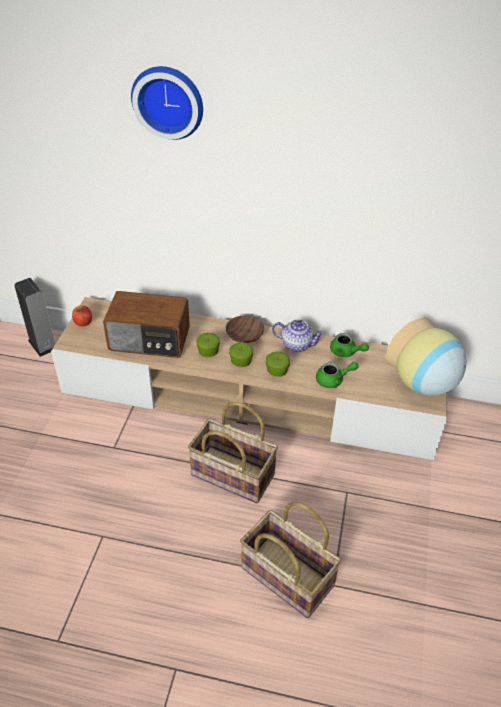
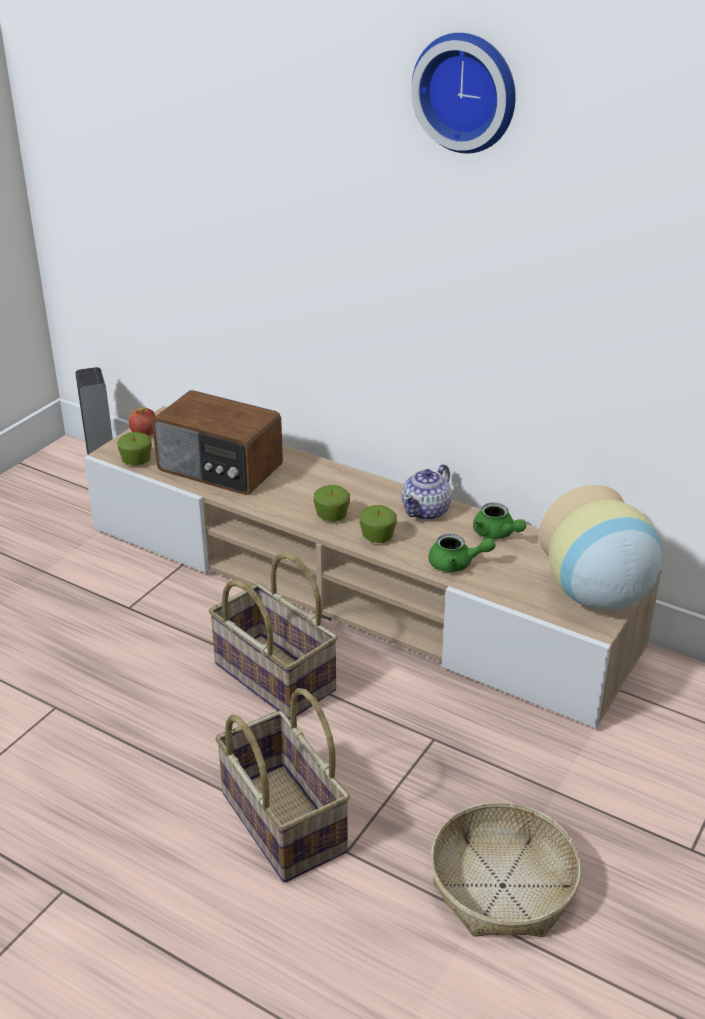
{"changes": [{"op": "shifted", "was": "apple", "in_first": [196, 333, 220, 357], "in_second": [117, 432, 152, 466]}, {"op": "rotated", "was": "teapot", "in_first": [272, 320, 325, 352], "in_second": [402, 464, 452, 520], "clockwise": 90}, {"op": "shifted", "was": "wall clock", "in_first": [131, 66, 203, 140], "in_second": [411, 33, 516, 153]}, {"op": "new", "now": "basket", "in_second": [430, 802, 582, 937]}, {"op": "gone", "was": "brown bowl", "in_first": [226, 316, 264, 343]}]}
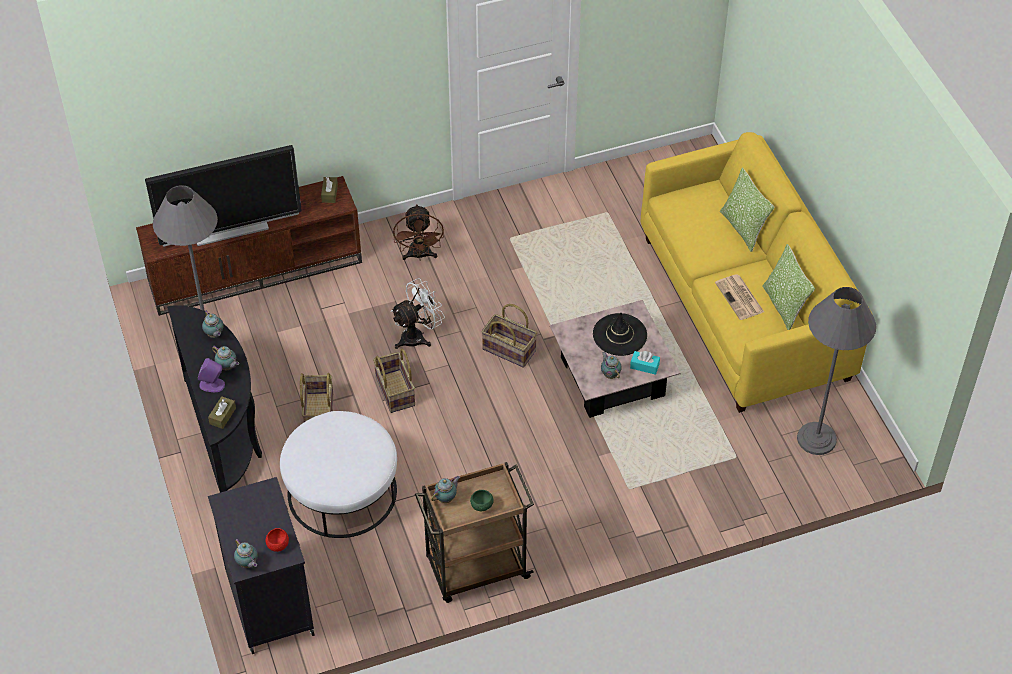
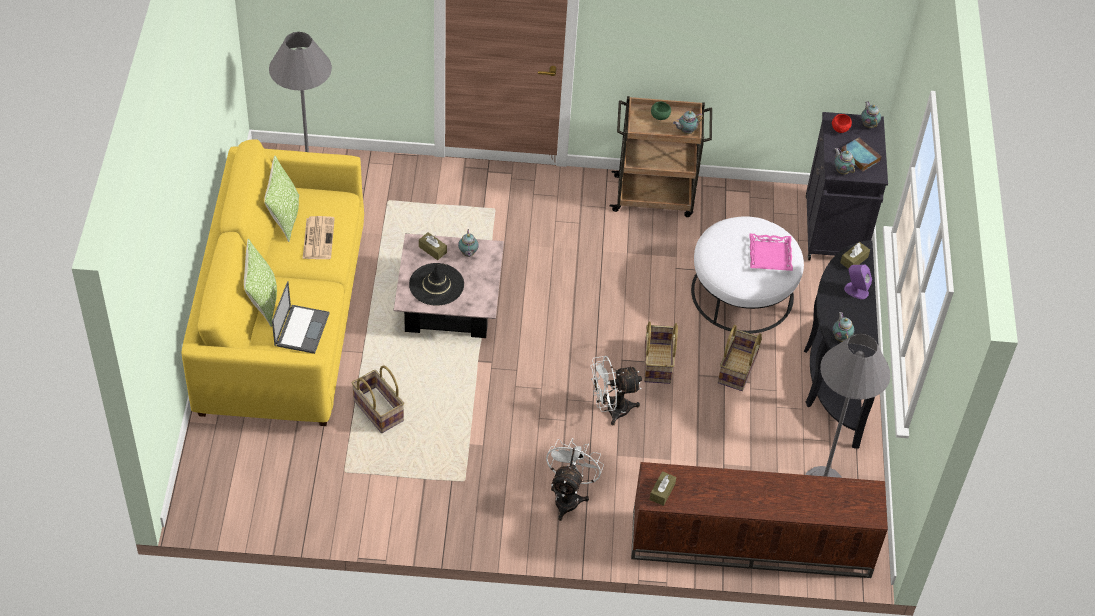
{"changes": [{"op": "new", "now": "laptop", "in_second": [272, 281, 330, 354]}, {"op": "shifted", "was": "basket", "in_first": [481, 304, 537, 368], "in_second": [352, 365, 404, 433]}, {"op": "repainted", "was": "turquoise tissue box", "now": "brown tissue box", "in_first": [630, 351, 660, 375], "in_second": [419, 232, 447, 260]}, {"op": "repainted", "was": "brown fan", "now": "white fan", "in_first": [393, 204, 444, 261], "in_second": [546, 438, 604, 521]}, {"op": "new", "now": "pink tray", "in_second": [749, 233, 793, 271]}, {"op": "shifted", "was": "teapot", "in_first": [212, 345, 239, 370], "in_second": [834, 148, 855, 174]}, {"op": "new", "now": "book", "in_second": [840, 137, 882, 171]}, {"op": "gone", "was": "television", "in_first": [145, 145, 302, 246]}]}
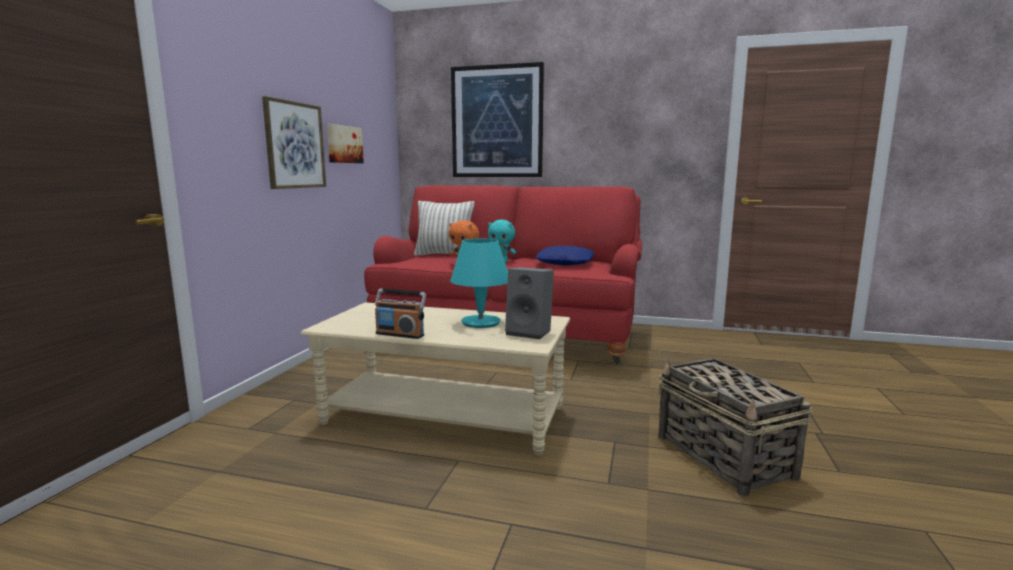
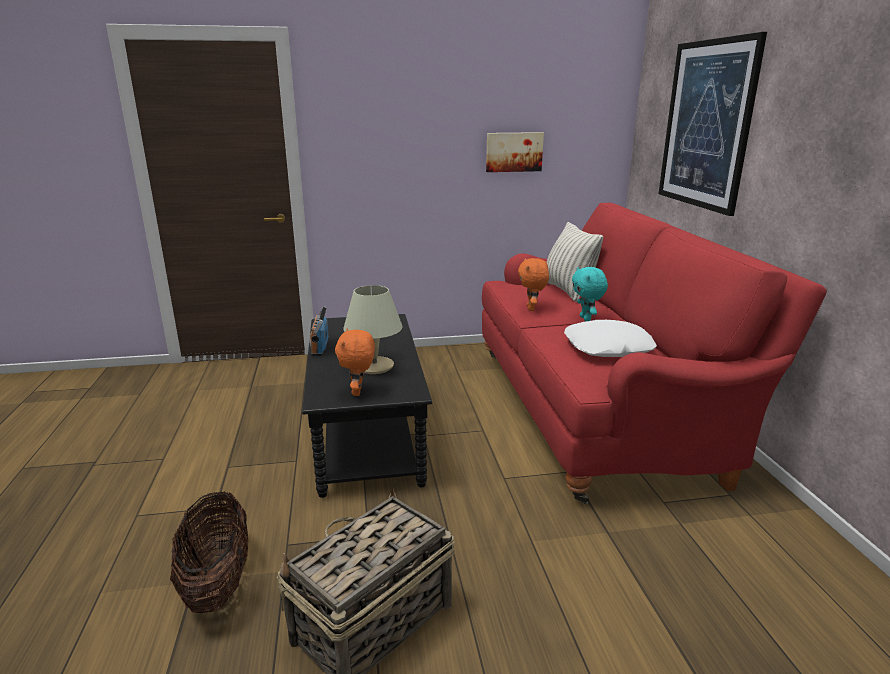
{"changes": [{"op": "new", "now": "basket", "in_second": [170, 491, 248, 613]}, {"op": "repainted", "was": "beige coffee table", "now": "black coffee table", "in_first": [301, 303, 570, 456], "in_second": [302, 314, 432, 498]}, {"op": "swapped", "was": "grey speaker", "now": "orange plush toy", "in_first": [505, 267, 554, 339], "in_second": [335, 328, 375, 396]}, {"op": "repainted", "was": "turquoise table lamp", "now": "beige table lamp", "in_first": [450, 239, 508, 328], "in_second": [343, 285, 403, 374]}, {"op": "repainted", "was": "blue pillow", "now": "white pillow", "in_first": [536, 245, 594, 266], "in_second": [564, 320, 657, 357]}, {"op": "gone", "was": "picture", "in_first": [262, 96, 326, 189]}]}
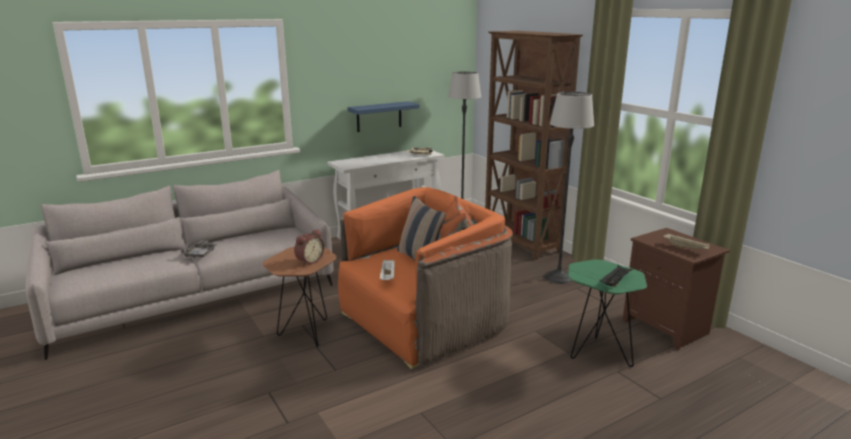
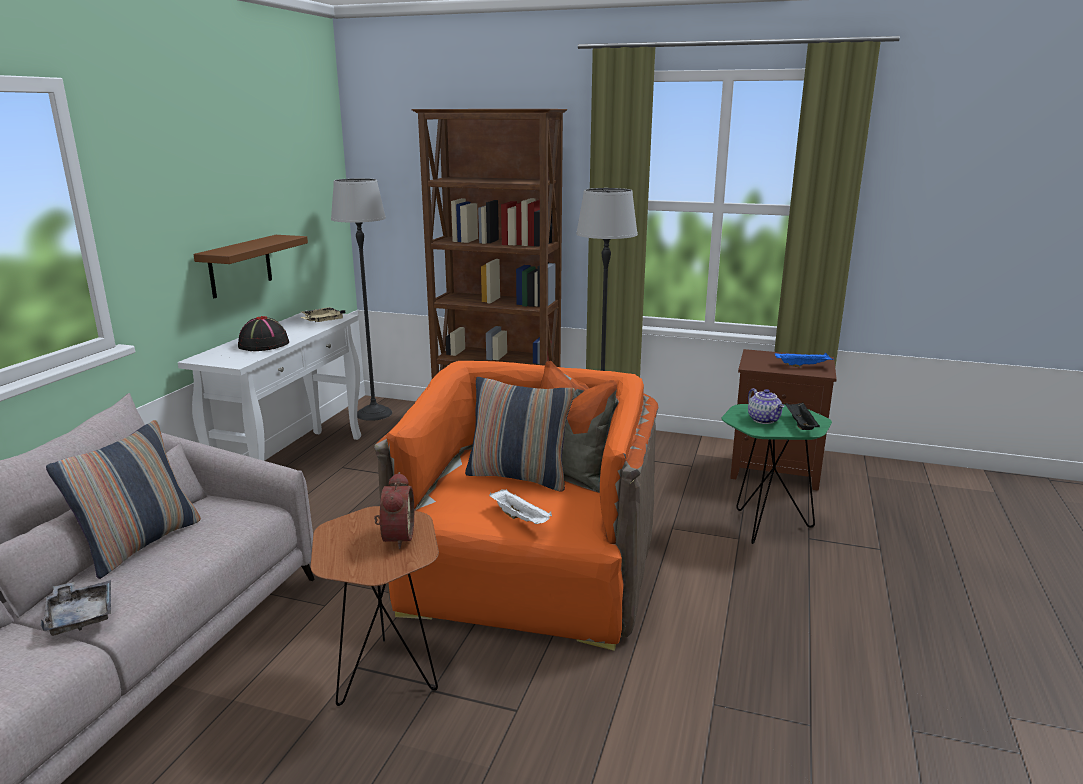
{"changes": [{"op": "new", "now": "pillow", "in_second": [46, 420, 201, 579]}, {"op": "repainted", "was": "blue shelf", "now": "brown shelf", "in_first": [348, 101, 420, 132], "in_second": [193, 235, 308, 298]}, {"op": "new", "now": "black hat", "in_second": [238, 316, 289, 351]}, {"op": "new", "now": "teapot", "in_second": [748, 388, 785, 424]}, {"op": "repainted", "was": "beige tray", "now": "blue tray", "in_first": [663, 234, 710, 249], "in_second": [775, 352, 834, 367]}]}
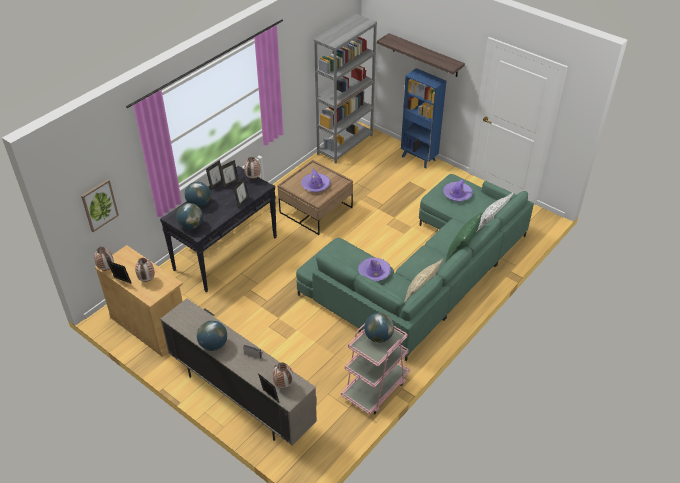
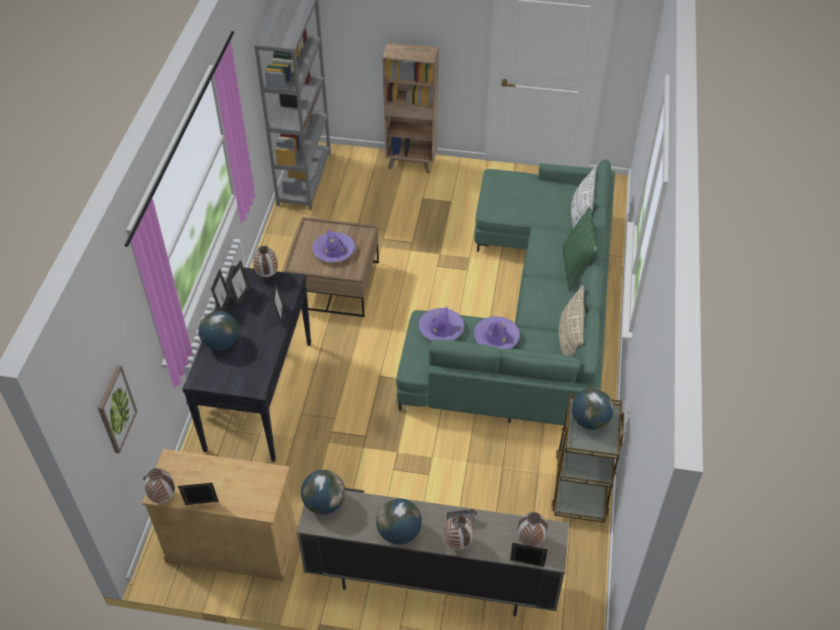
{"changes": [{"op": "shifted", "was": "globe", "in_first": [176, 203, 203, 229], "in_second": [301, 470, 345, 515]}, {"op": "repainted", "was": "blue bookcase", "now": "brown bookcase", "in_first": [401, 68, 446, 168], "in_second": [382, 42, 439, 173]}, {"op": "shifted", "was": "purple hat", "in_first": [443, 179, 473, 201], "in_second": [418, 306, 464, 341]}, {"op": "shifted", "was": "vase", "in_first": [135, 258, 155, 282], "in_second": [444, 514, 474, 550]}, {"op": "repainted", "was": "pink cart", "now": "brown cart", "in_first": [341, 323, 410, 415], "in_second": [551, 394, 624, 523]}, {"op": "gone", "was": "shelf", "in_first": [377, 33, 465, 77]}]}
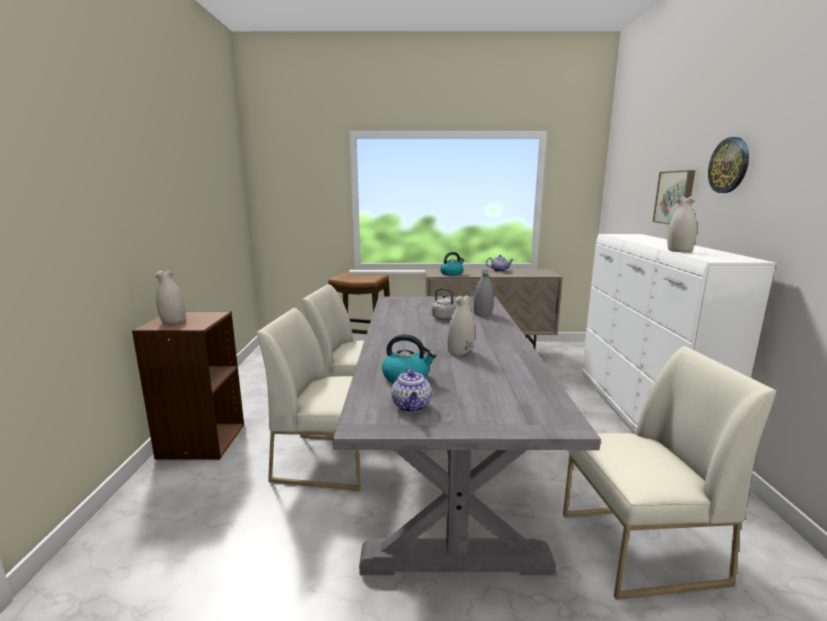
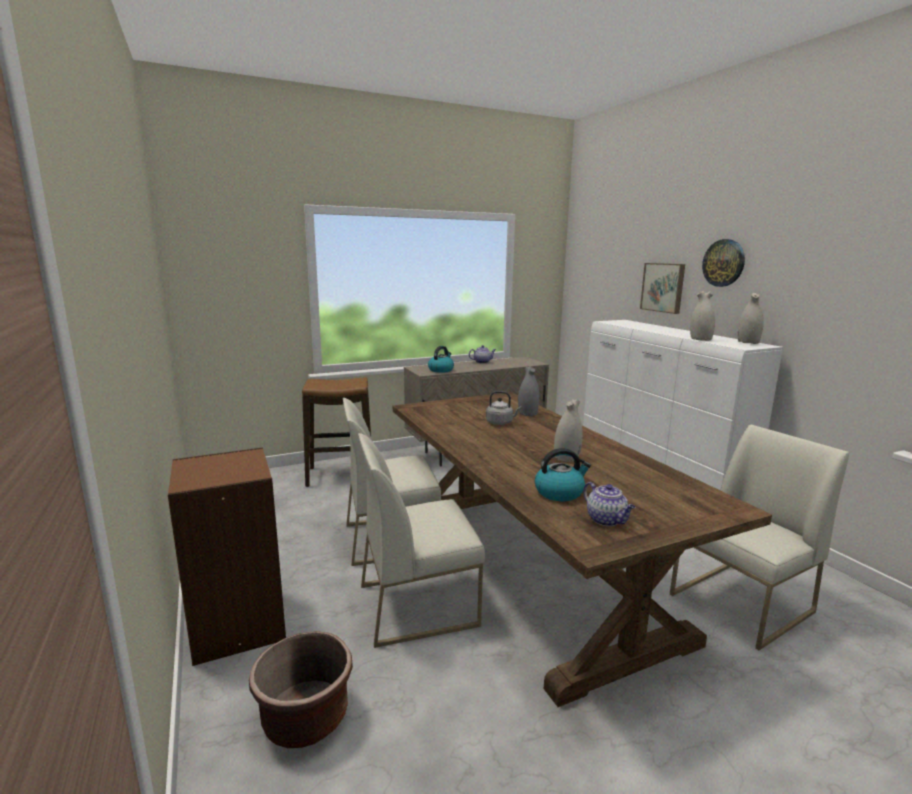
{"changes": [{"op": "new", "now": "brown planter", "in_second": [249, 631, 353, 748]}, {"op": "repainted", "was": "grey dining table", "now": "brown dining table", "in_first": [333, 296, 601, 575], "in_second": [393, 392, 772, 707]}, {"op": "shifted", "was": "white vase", "in_first": [155, 270, 186, 324], "in_second": [738, 293, 764, 344]}]}
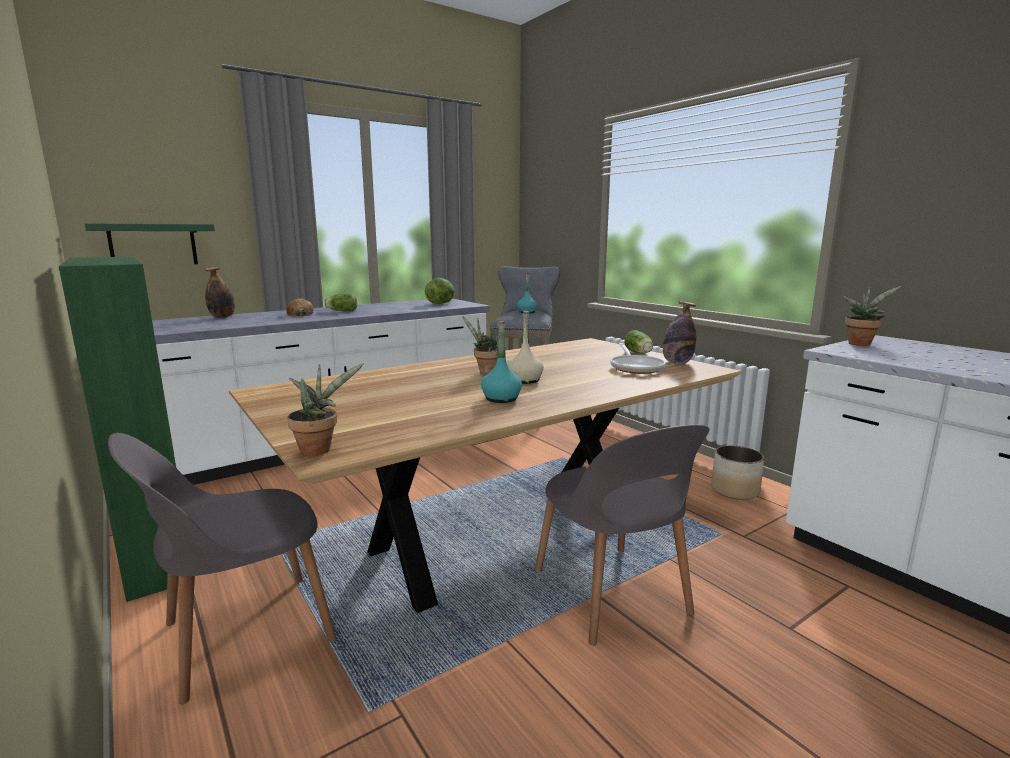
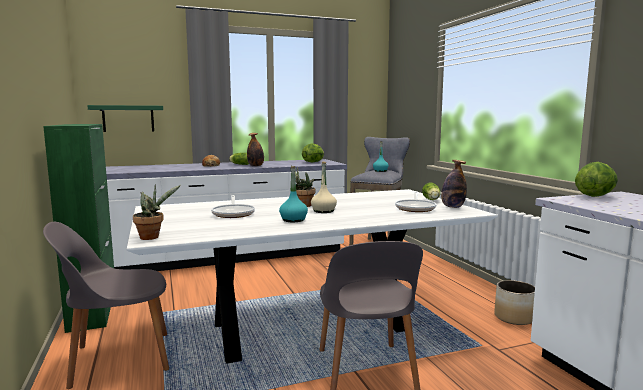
{"changes": [{"op": "repainted", "was": "brown dining table", "now": "white dining table", "in_first": [229, 338, 742, 613], "in_second": [127, 189, 498, 364]}, {"op": "new", "now": "frying pan", "in_second": [211, 195, 255, 218]}, {"op": "shifted", "was": "bottle", "in_first": [205, 267, 235, 318], "in_second": [247, 133, 264, 167]}, {"op": "swapped", "was": "potted plant", "now": "lettuce", "in_first": [841, 286, 901, 346], "in_second": [575, 162, 618, 197]}]}
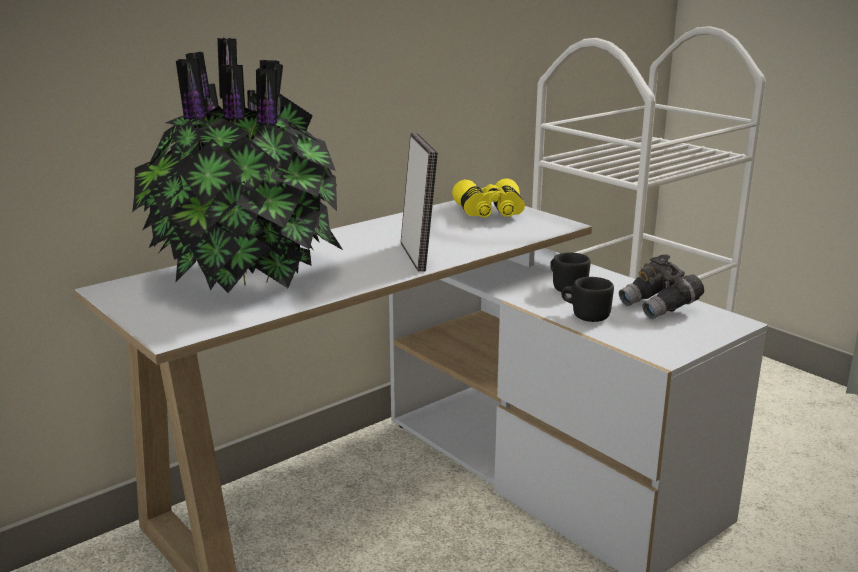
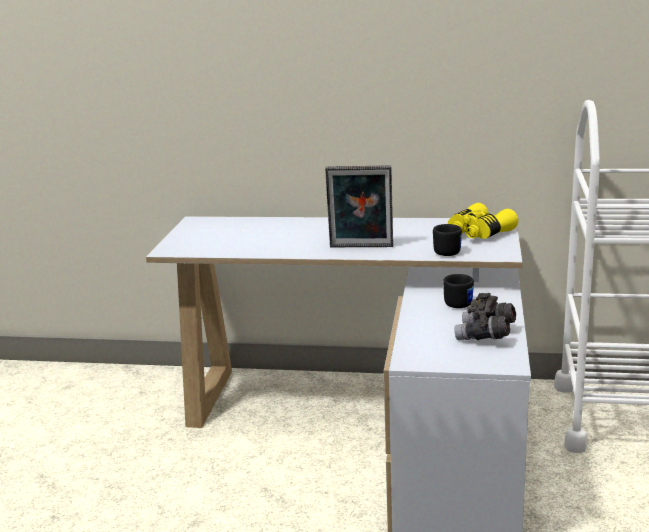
{"changes": [{"op": "rotated", "was": "picture frame", "in_first": [401, 133, 438, 272], "in_second": [325, 165, 393, 247], "clockwise": 60}, {"op": "shifted", "was": "black mug", "in_first": [561, 277, 614, 322], "in_second": [433, 224, 462, 256]}, {"op": "gone", "was": "potted plant", "in_first": [132, 38, 344, 293]}]}
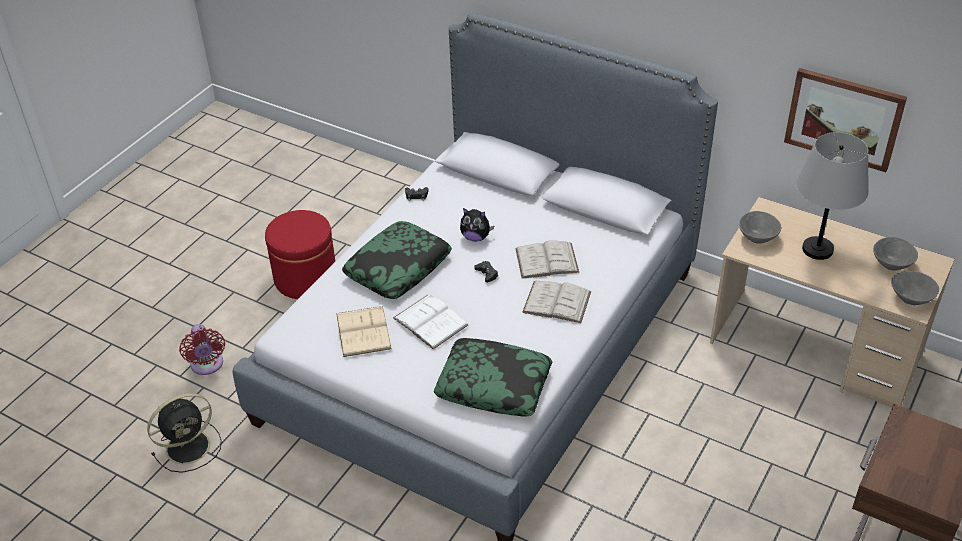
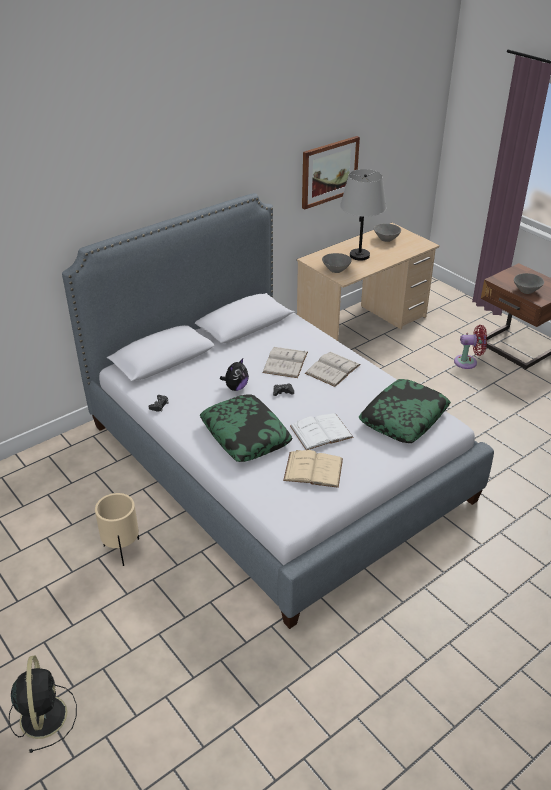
{"changes": [{"op": "shifted", "was": "black fan", "in_first": [147, 393, 222, 473], "in_second": [9, 656, 77, 753]}, {"op": "swapped", "was": "red ottoman", "now": "beige planter", "in_first": [265, 210, 335, 299], "in_second": [95, 493, 139, 566]}, {"op": "shifted", "was": "red fan", "in_first": [179, 324, 225, 375], "in_second": [454, 325, 487, 369]}, {"op": "shifted", "was": "grey bowl", "in_first": [891, 271, 939, 305], "in_second": [514, 273, 544, 294]}]}
